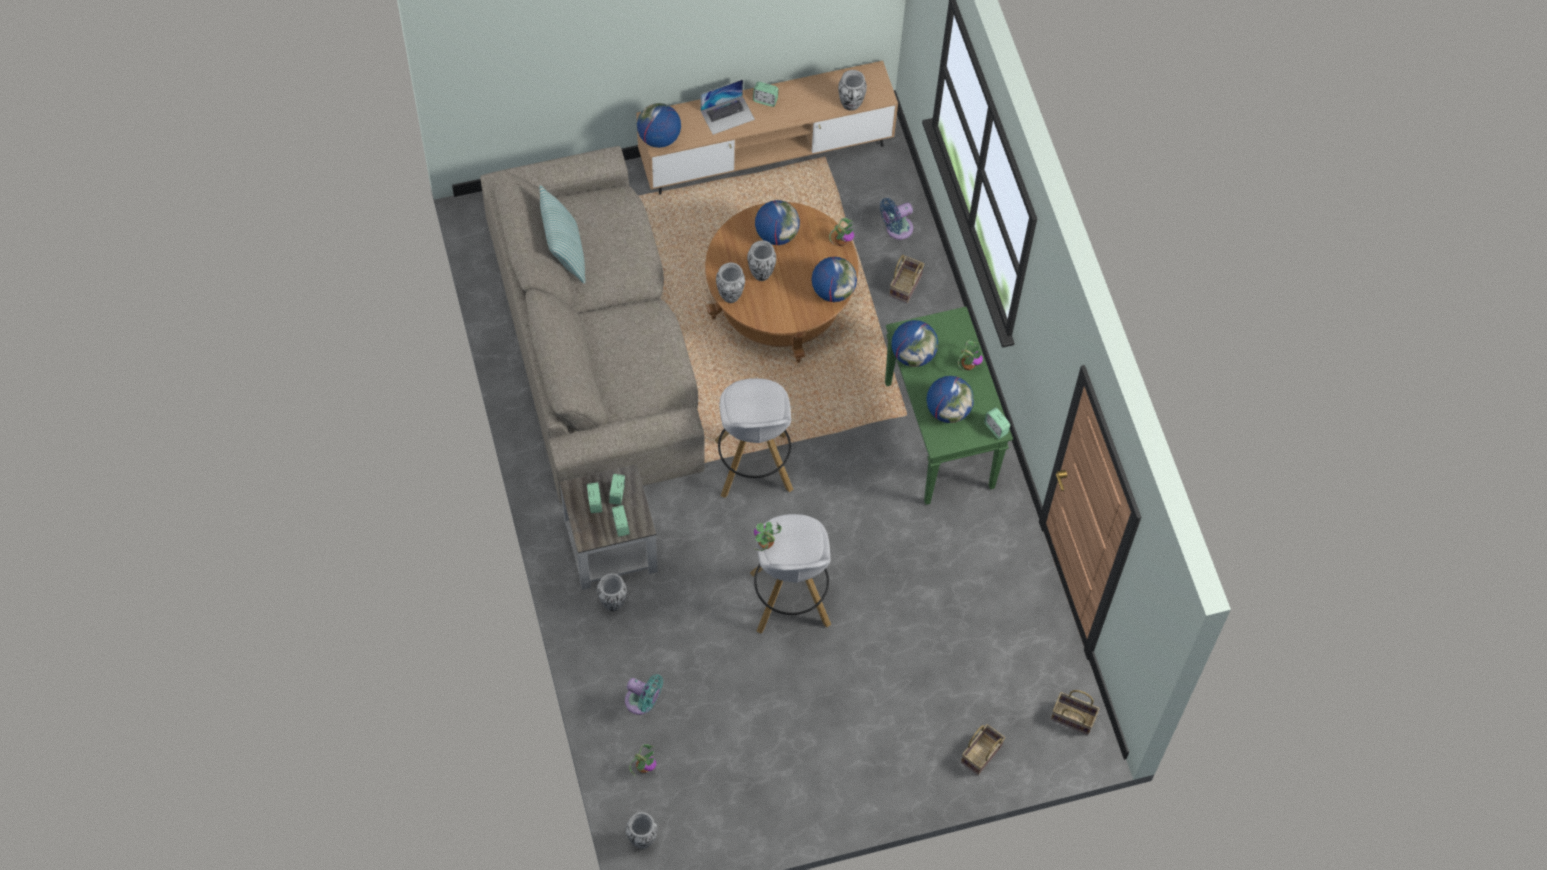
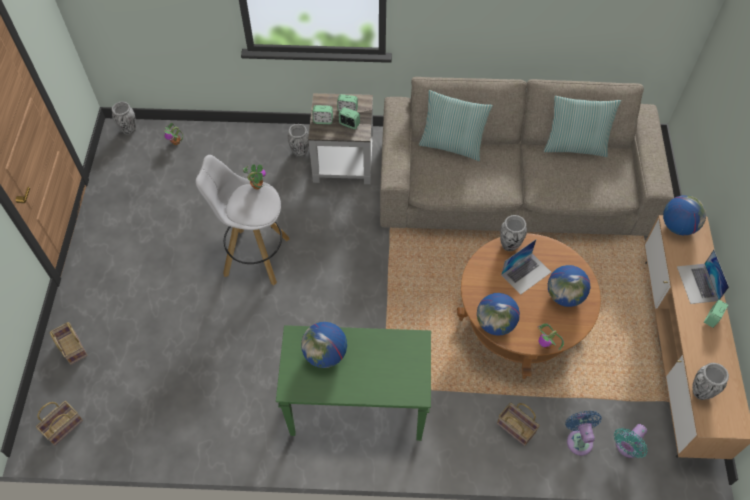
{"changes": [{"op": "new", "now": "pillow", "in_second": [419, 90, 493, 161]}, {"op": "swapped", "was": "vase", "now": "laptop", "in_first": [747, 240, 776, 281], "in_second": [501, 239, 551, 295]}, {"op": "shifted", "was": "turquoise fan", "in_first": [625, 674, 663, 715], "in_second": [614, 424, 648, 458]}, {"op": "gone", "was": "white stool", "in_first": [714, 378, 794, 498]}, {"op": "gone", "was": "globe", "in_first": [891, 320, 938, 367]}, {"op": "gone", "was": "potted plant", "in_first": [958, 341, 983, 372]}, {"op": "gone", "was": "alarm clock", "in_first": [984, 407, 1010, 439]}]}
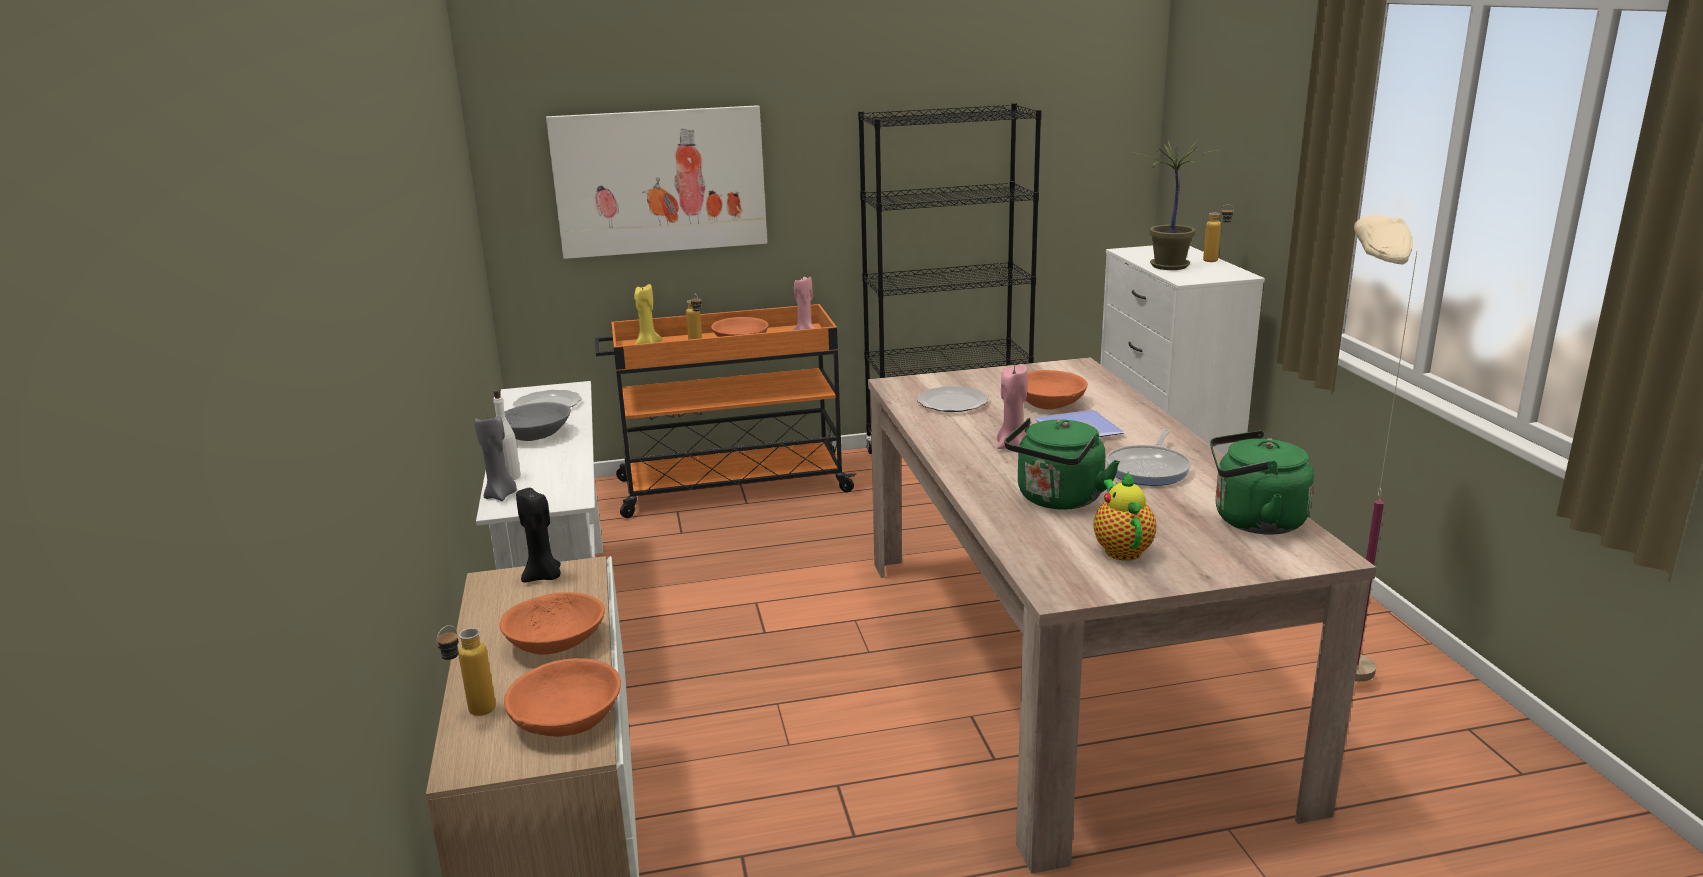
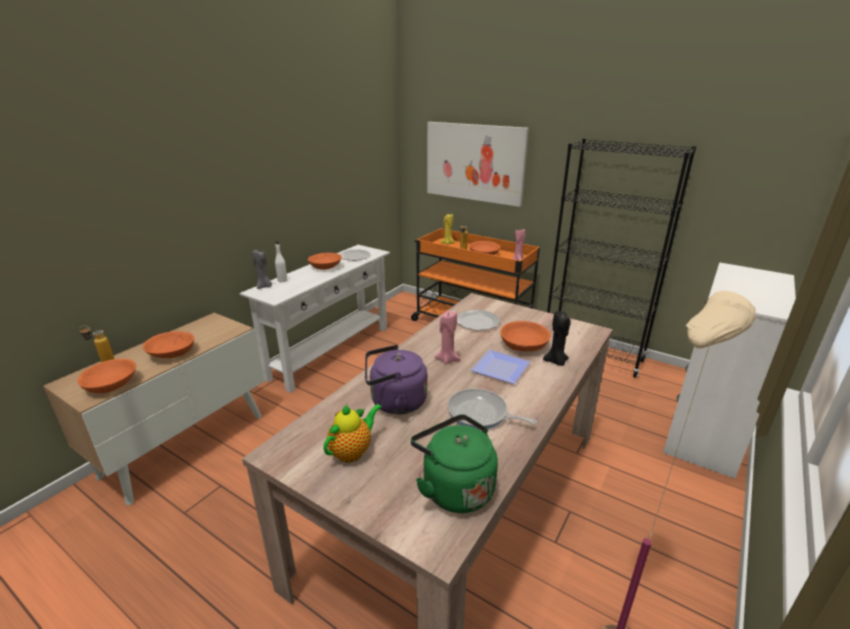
{"changes": [{"op": "repainted", "was": "grey bowl", "now": "orange bowl", "in_first": [504, 402, 571, 441], "in_second": [308, 253, 342, 270]}, {"op": "repainted", "was": "green kettle", "now": "purple kettle", "in_first": [1004, 418, 1120, 510], "in_second": [365, 345, 428, 415]}, {"op": "rotated", "was": "frying pan", "in_first": [1106, 429, 1191, 486], "in_second": [448, 389, 537, 430], "clockwise": 45}, {"op": "shifted", "was": "black candle", "in_first": [516, 487, 561, 582], "in_second": [543, 311, 570, 366]}, {"op": "gone", "was": "potted plant", "in_first": [1131, 140, 1220, 270]}, {"op": "gone", "was": "bottle", "in_first": [1203, 204, 1234, 262]}]}
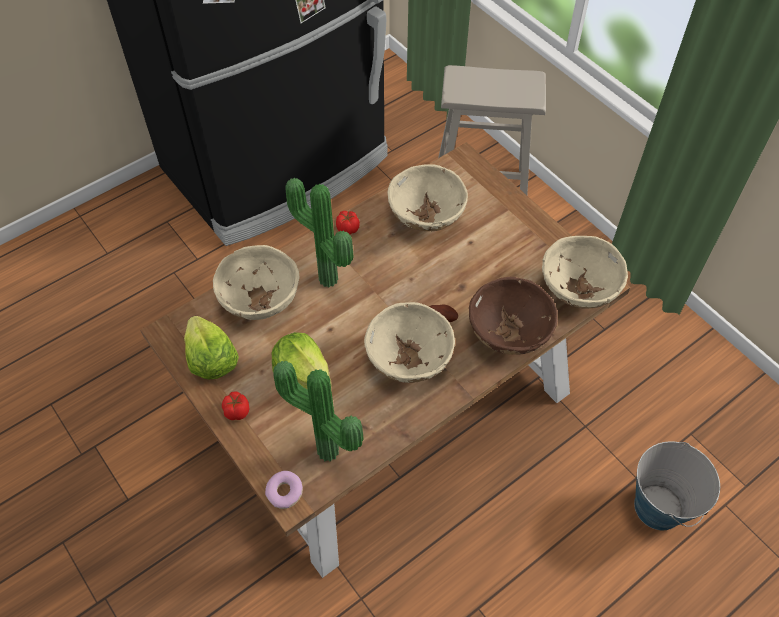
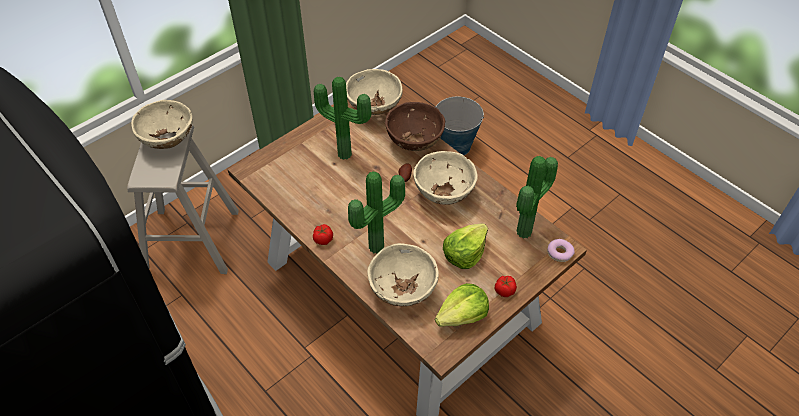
{"changes": [{"op": "shifted", "was": "beige bowl", "in_first": [387, 164, 468, 231], "in_second": [131, 100, 192, 149]}, {"op": "new", "now": "potted plant", "in_second": [314, 77, 371, 160]}]}
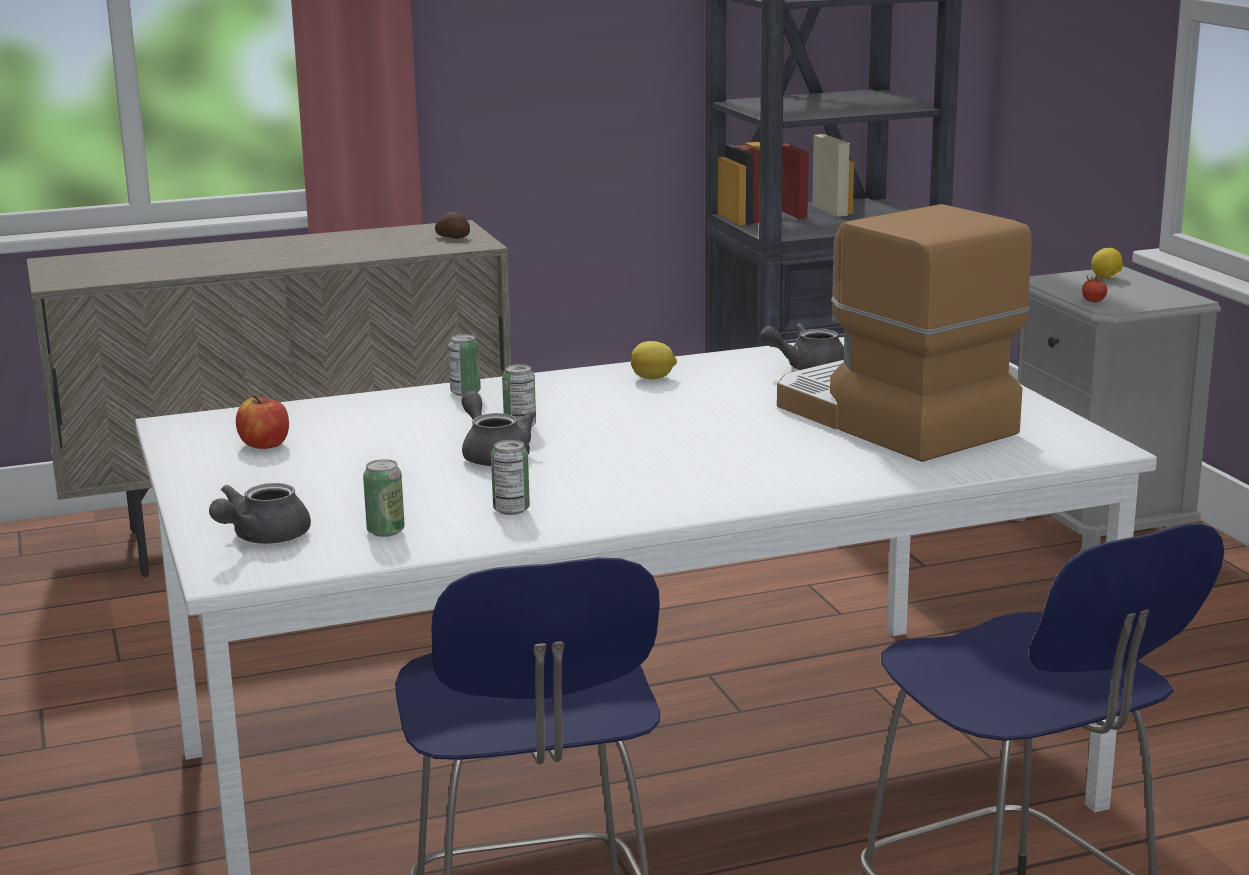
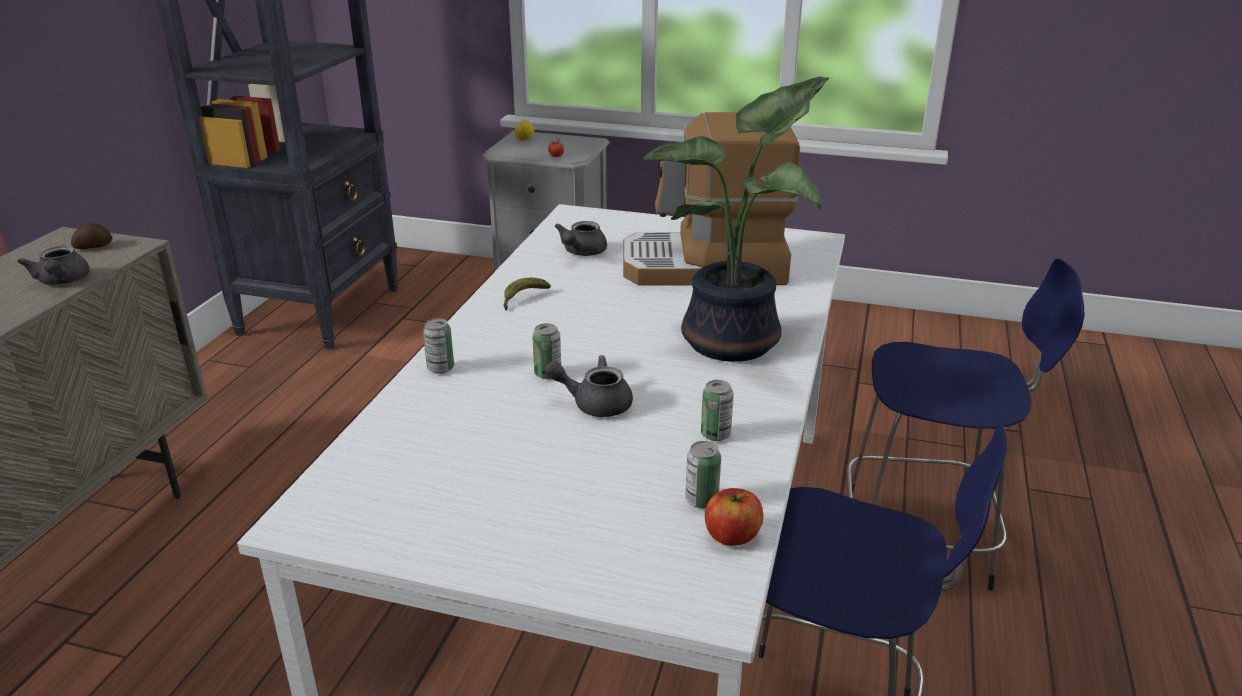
{"changes": [{"op": "shifted", "was": "grey teapot", "in_first": [209, 483, 311, 544], "in_second": [18, 246, 90, 285]}, {"op": "swapped", "was": "lemon", "now": "banana", "in_first": [631, 341, 677, 379], "in_second": [504, 278, 551, 310]}, {"op": "new", "now": "potted plant", "in_second": [643, 76, 829, 362]}, {"op": "shifted", "was": "apple", "in_first": [236, 395, 289, 449], "in_second": [705, 488, 763, 546]}]}
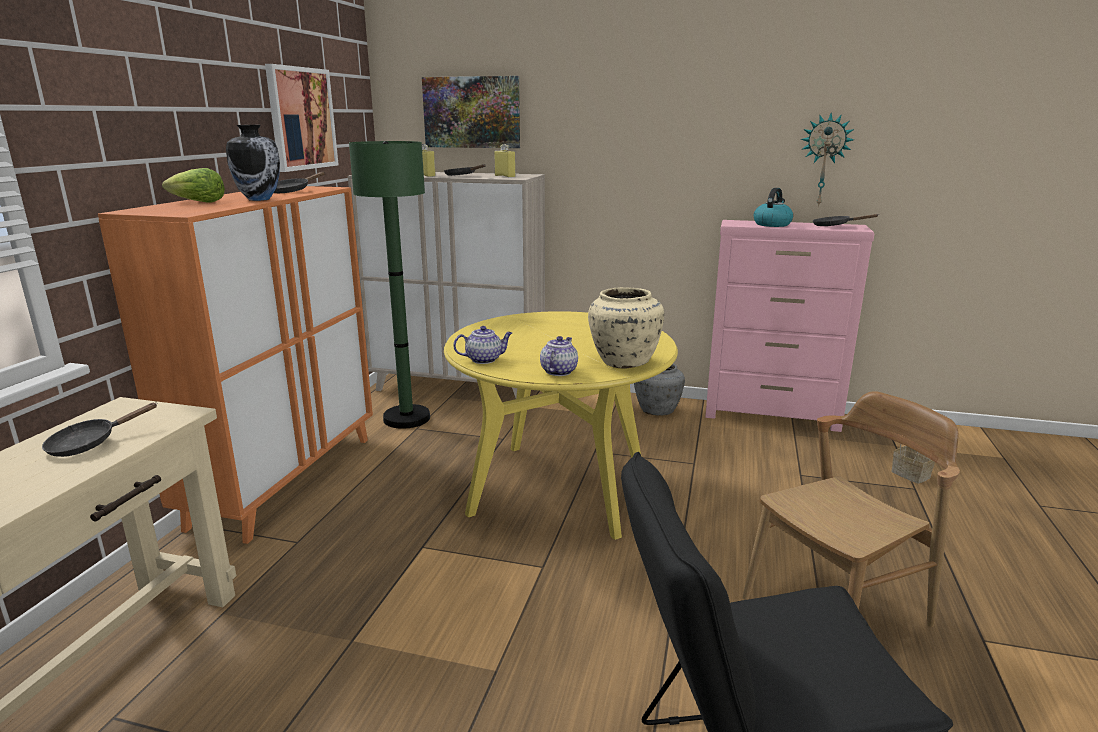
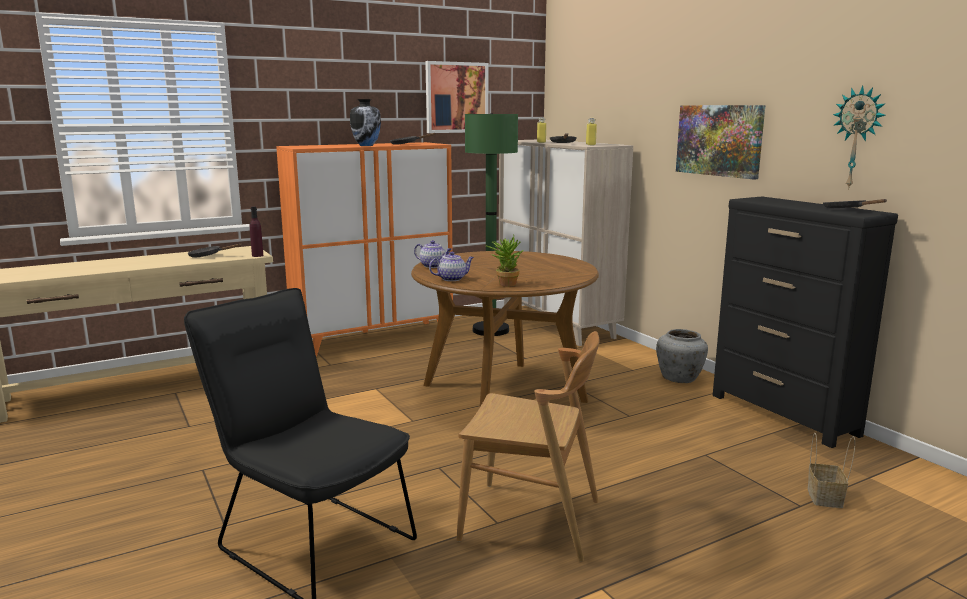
{"changes": [{"op": "new", "now": "purple bottle", "in_second": [250, 206, 263, 257]}, {"op": "repainted", "was": "yellow dining table", "now": "brown dining table", "in_first": [444, 311, 678, 540], "in_second": [411, 251, 599, 406]}, {"op": "swapped", "was": "beige vase", "now": "potted plant", "in_first": [588, 287, 664, 368], "in_second": [486, 236, 524, 287]}, {"op": "shifted", "was": "picture", "in_first": [422, 76, 520, 148], "in_second": [676, 105, 766, 180]}, {"op": "repainted", "was": "pink dresser", "now": "black dresser", "in_first": [705, 220, 874, 432], "in_second": [713, 197, 898, 448]}, {"op": "gone", "was": "lettuce", "in_first": [162, 168, 225, 203]}, {"op": "gone", "was": "kettle", "in_first": [754, 188, 793, 227]}]}
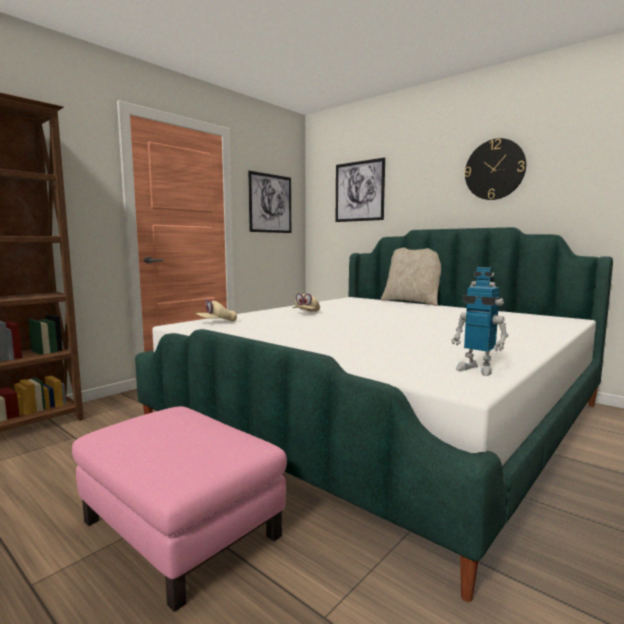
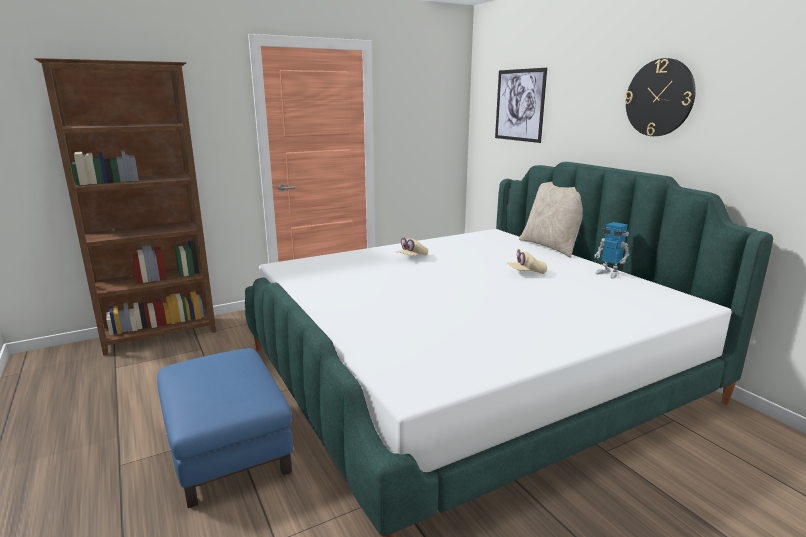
{"changes": [{"op": "repainted", "was": "pink ottoman", "now": "blue ottoman", "in_first": [72, 406, 287, 612], "in_second": [157, 348, 293, 508]}, {"op": "shifted", "was": "beige cap", "in_first": [195, 299, 237, 322], "in_second": [507, 249, 547, 274]}, {"op": "gone", "was": "picture", "in_first": [248, 171, 291, 233]}, {"op": "gone", "was": "toy robot", "in_first": [451, 286, 509, 376]}]}
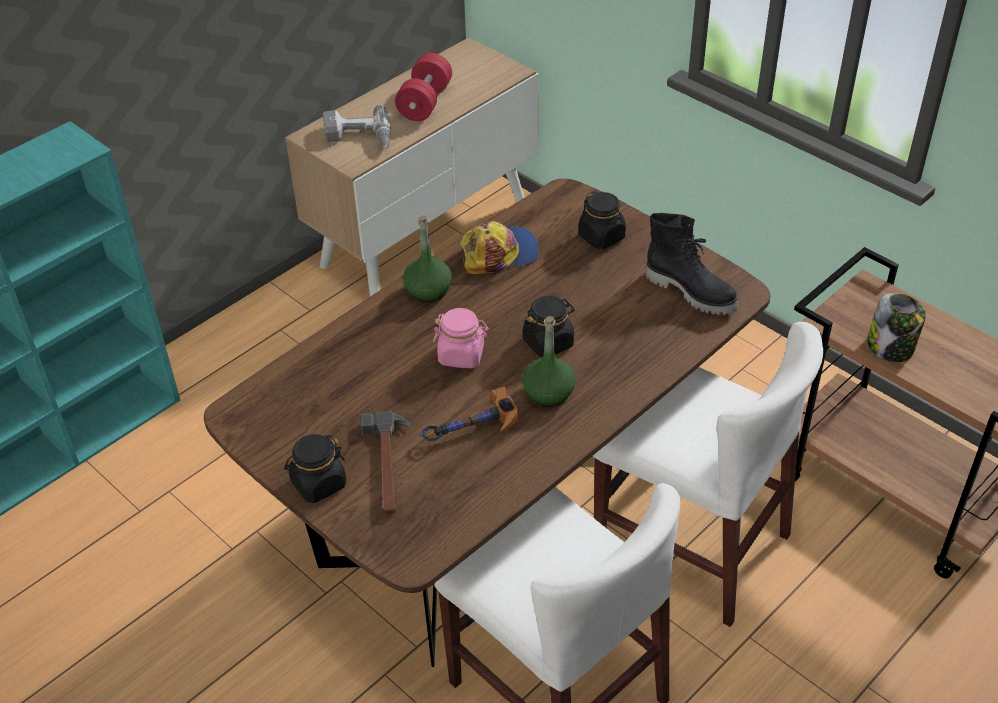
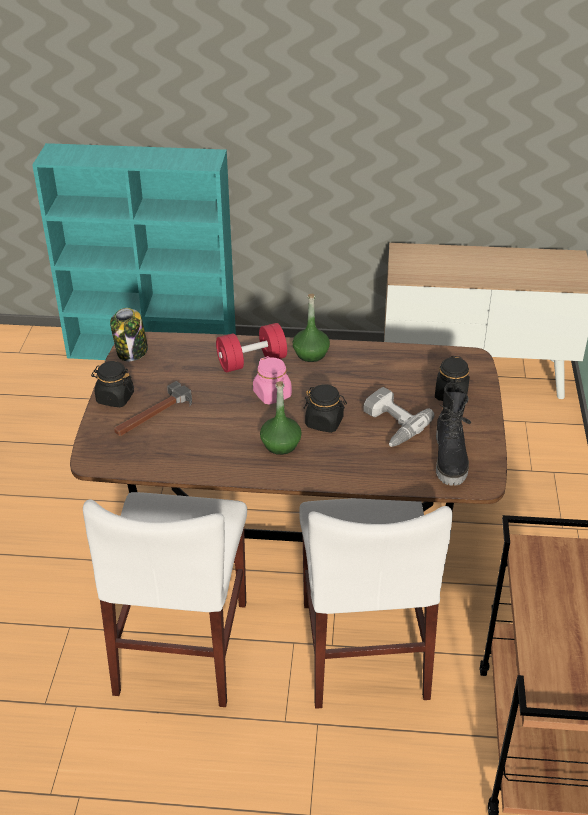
{"changes": [{"op": "shifted", "was": "jar", "in_first": [867, 293, 926, 362], "in_second": [110, 308, 148, 361]}, {"op": "shifted", "was": "red dumbbell", "in_first": [395, 53, 452, 121], "in_second": [216, 323, 287, 372]}, {"op": "shifted", "was": "power drill", "in_first": [323, 105, 391, 148], "in_second": [363, 387, 434, 447]}, {"op": "gone", "was": "hammer", "in_first": [419, 386, 519, 441]}, {"op": "gone", "was": "cap", "in_first": [460, 221, 539, 274]}]}
